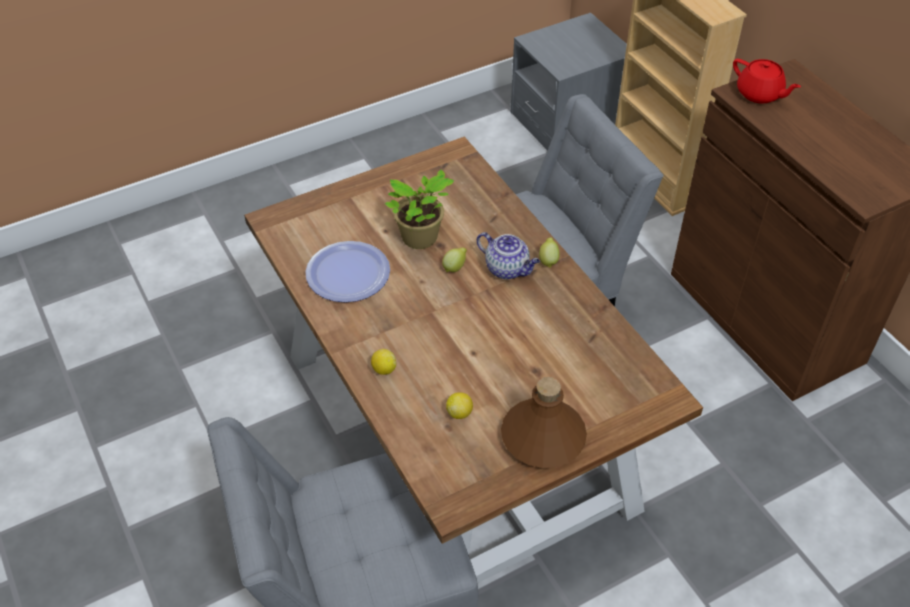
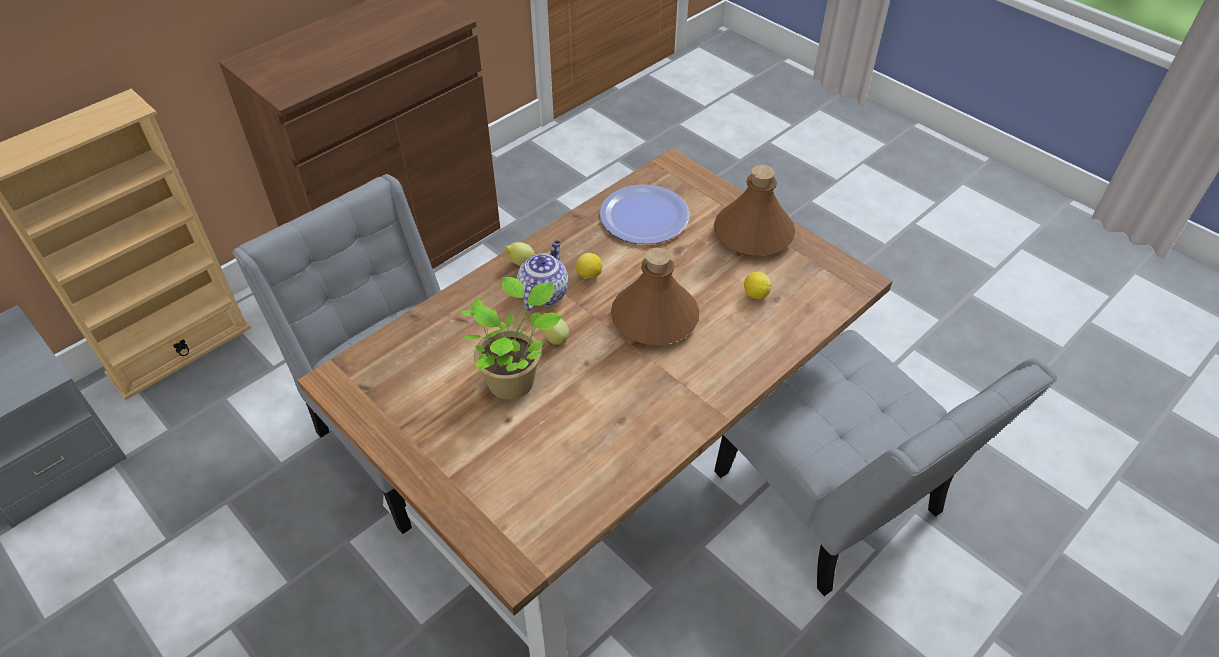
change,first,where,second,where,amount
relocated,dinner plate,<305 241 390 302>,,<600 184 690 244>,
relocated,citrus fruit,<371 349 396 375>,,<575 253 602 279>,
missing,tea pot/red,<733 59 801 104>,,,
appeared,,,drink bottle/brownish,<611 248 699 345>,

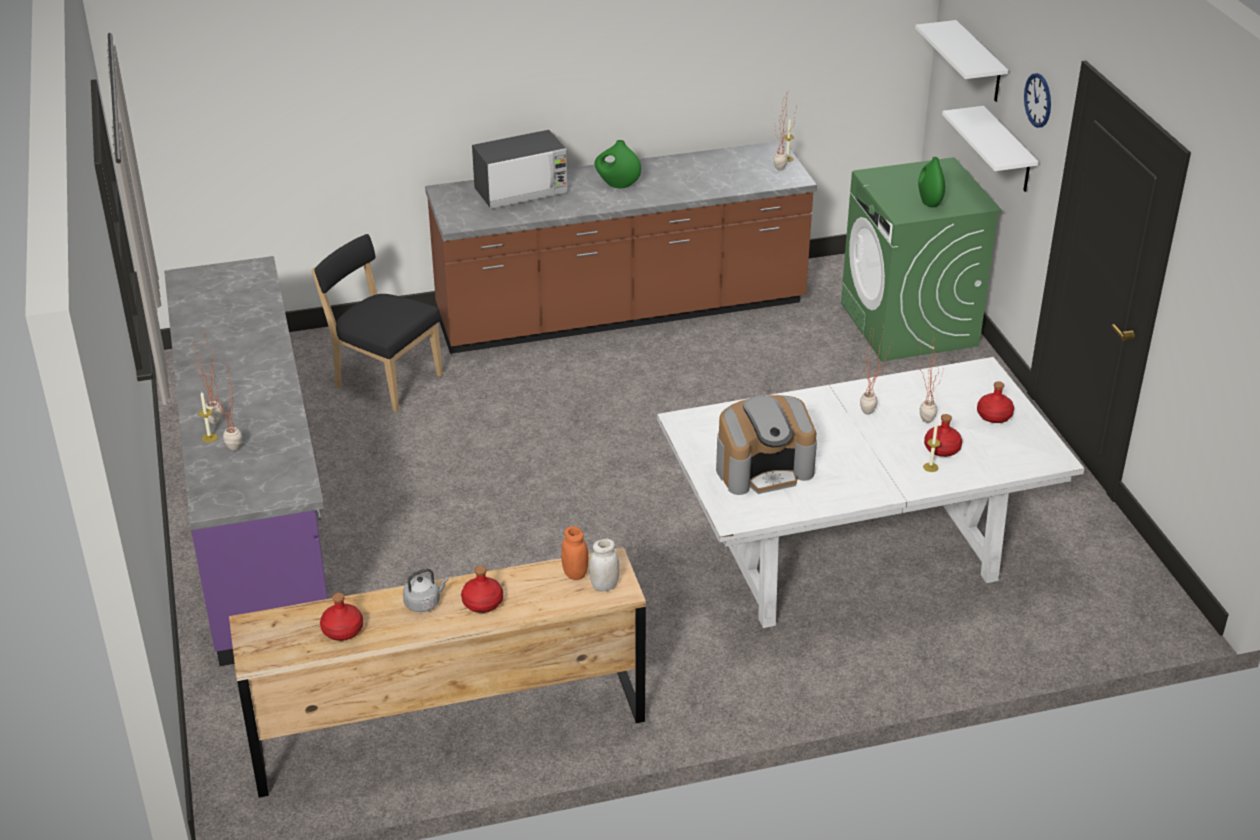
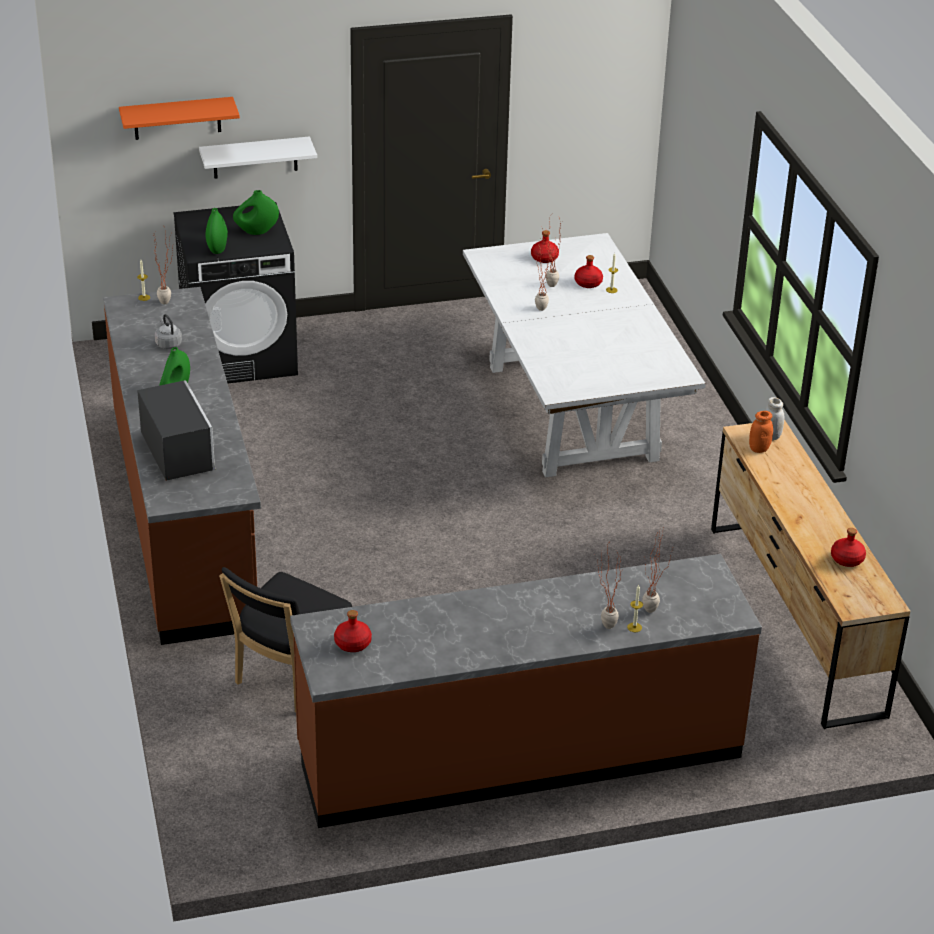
change,first,where,second,where,amount
colour,kitchen base unit/purple,<164 256 328 666>,kitchen base unit/brownish,<290 554 762 828>,
relocated,tea kettle/greyish,<403 569 448 612>,,<155 314 182 349>,
relocated,drink bottle/red,<461 566 503 613>,,<334 610 372 652>,
missing,coffee maker,<716 395 817 495>,,,
colour,laundry machine/greenish,<841 157 1002 361>,laundry machine/black,<173 202 298 383>,
colour,bracket shelf/whitish,<915 20 1008 102>,bracket shelf/orange,<119 97 240 140>,
missing,clock on the wall,<1024 73 1051 128>,,,
appeared,,,decorative vase/greenish,<206 208 228 254>,

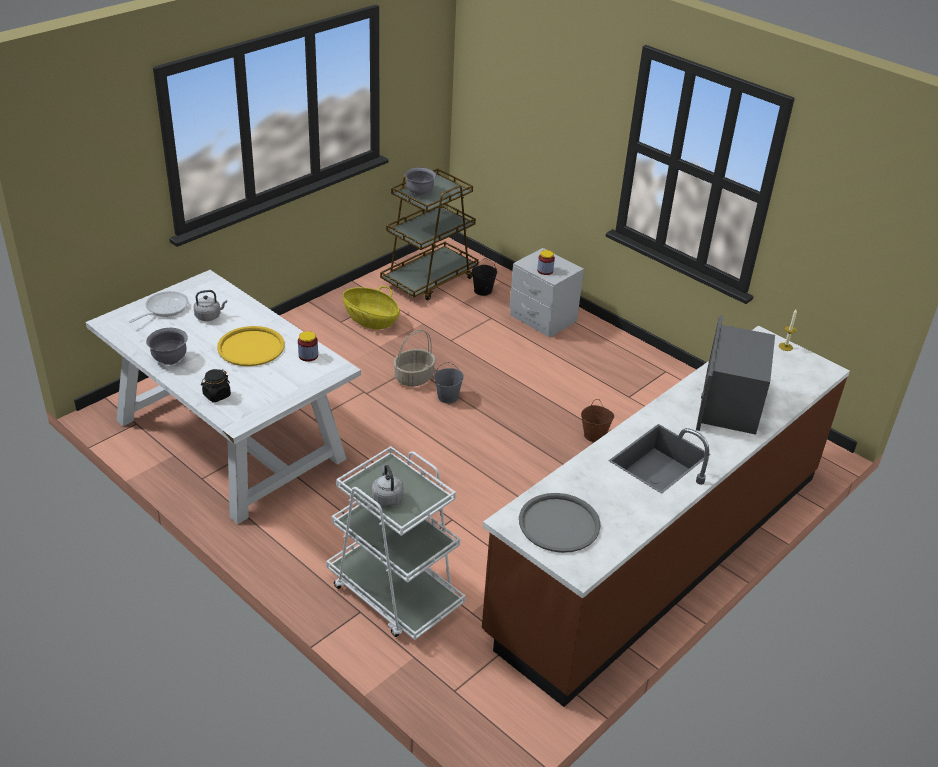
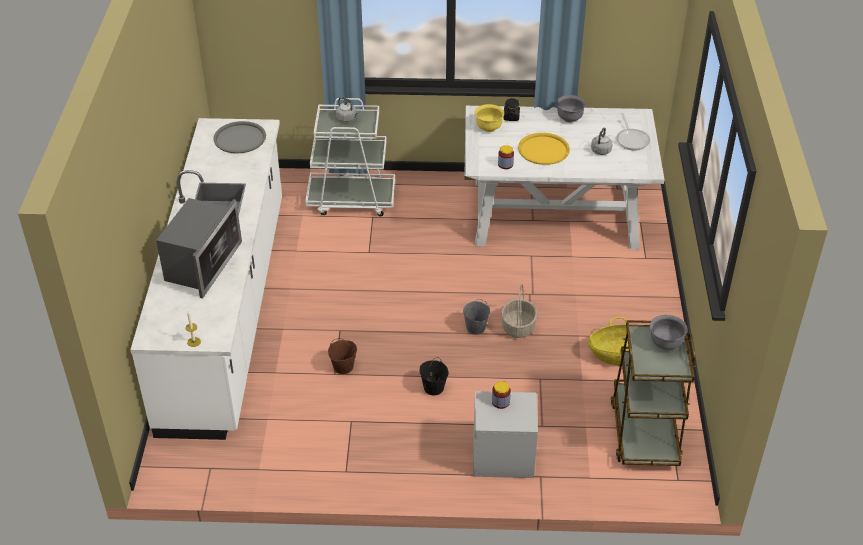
change,first,where,second,where,amount
relocated,pail/black,<472 258 497 296>,,<419 357 449 395>,
colour,kitchen base unit/brownish,<482 326 850 707>,kitchen base unit/whitish,<130 118 282 440>,
spun,microwave,<696 315 775 435>,,<156 198 242 299>,45 degrees clockwise
appeared,,,deep dish/yellow,<474 104 504 132>,

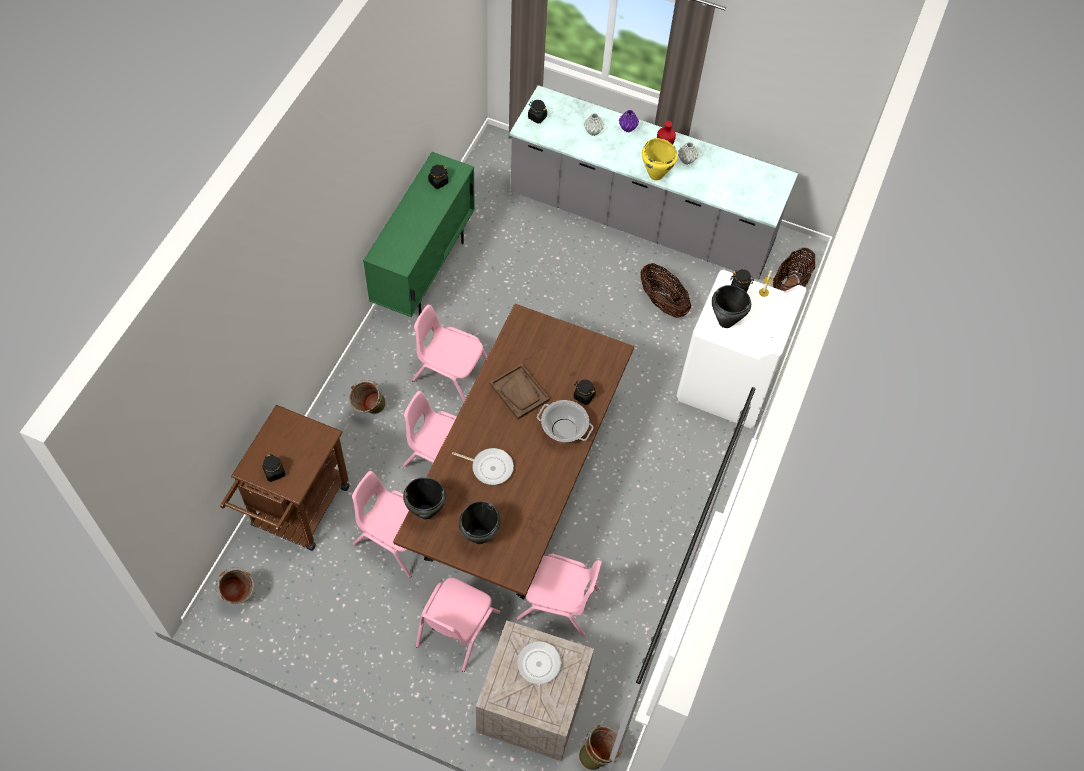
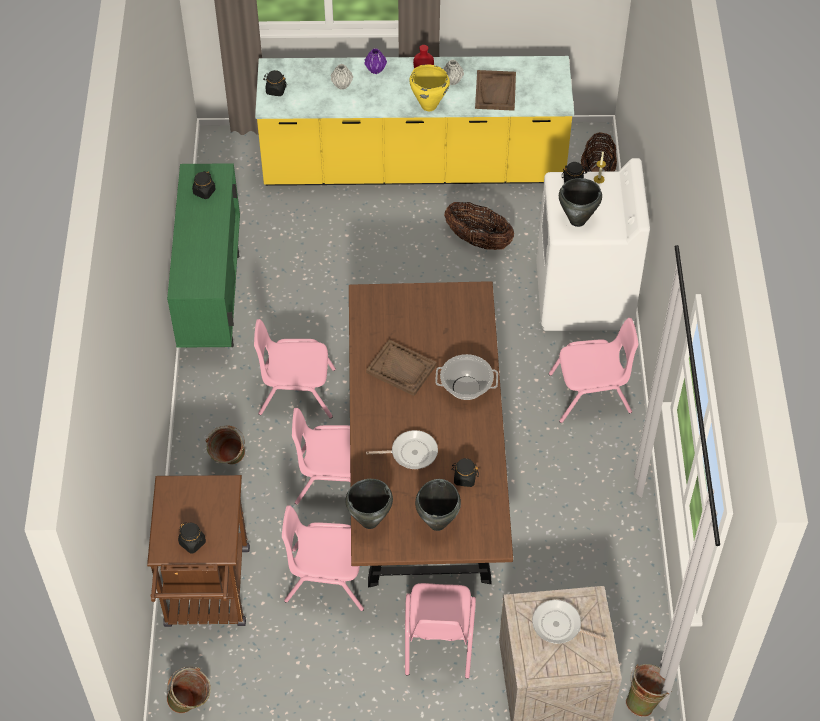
change,first,where,second,where,amount
colour,kitchen base unit/greyish,<509 85 798 280>,kitchen base unit/yellow,<255 56 574 186>,
relocated,chair/pinkish,<516 554 602 638>,,<549 318 638 423>,
spun,pan,<517 641 561 710>,,<532 600 606 644>,45 degrees counterclockwise
relocated,storage jar/black,<574 380 596 405>,,<451 458 479 487>,
appeared,,,tray/brownish,<475 70 516 111>,

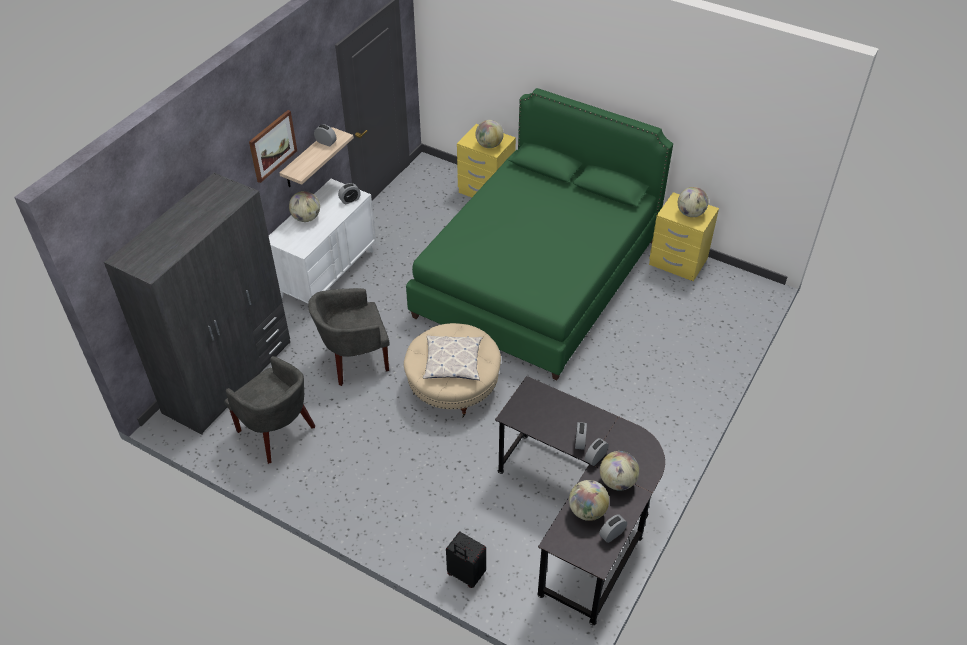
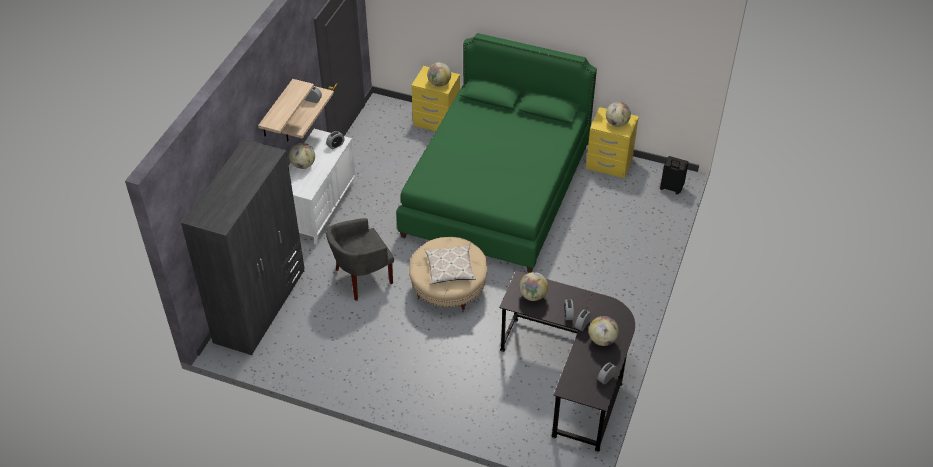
change,first,where,second,where,amount
missing,lounge chair/greyish,<224 356 315 464>,,,
exchanged,wall picture,<249 110 297 183>,bracket shelf,<258 79 314 137>,
relocated,travel case/black,<446 532 486 588>,,<660 156 689 194>,
relocated,desk globe,<569 480 609 521>,,<519 272 548 301>,

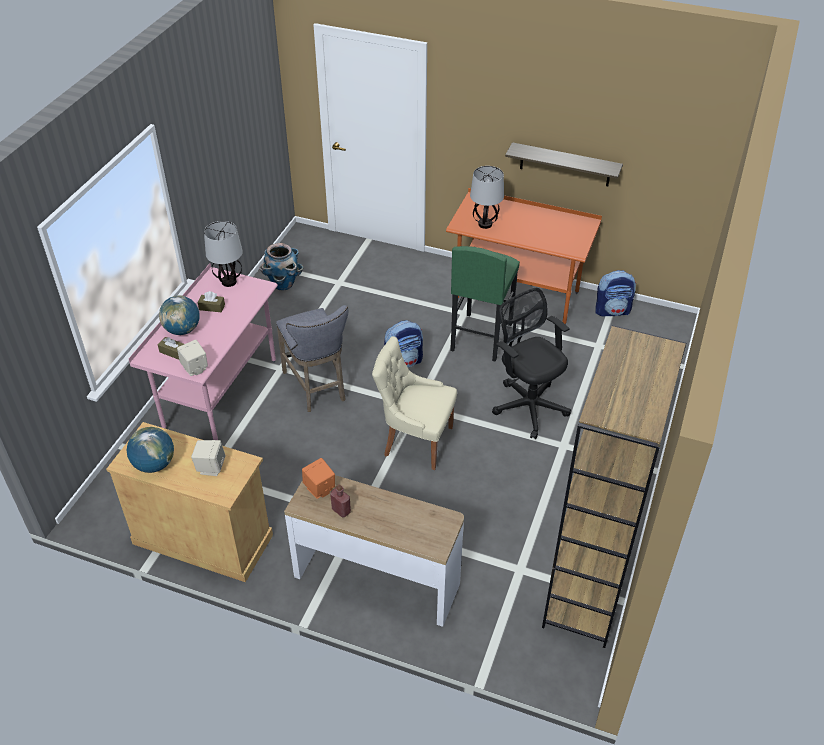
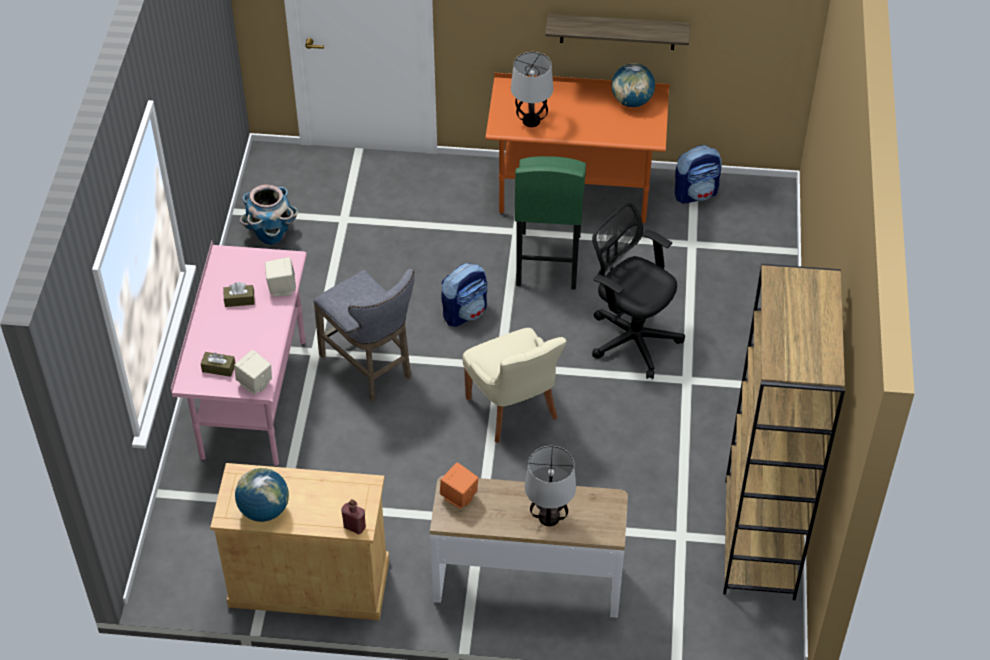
change,first,where,second,where,amount
relocated,desk globe,<159 296 200 335>,,<612 63 655 107>,
relocated,audio speaker/sand-coloured,<191 440 225 476>,,<265 257 296 297>,
relocated,tabletop lamp,<204 221 243 287>,,<525 446 576 526>,
relocated,drink bottle/red,<330 484 351 518>,,<341 499 366 535>,
spun,chair/sand-coloured,<372 336 457 470>,,<462 328 567 443>,120 degrees counterclockwise

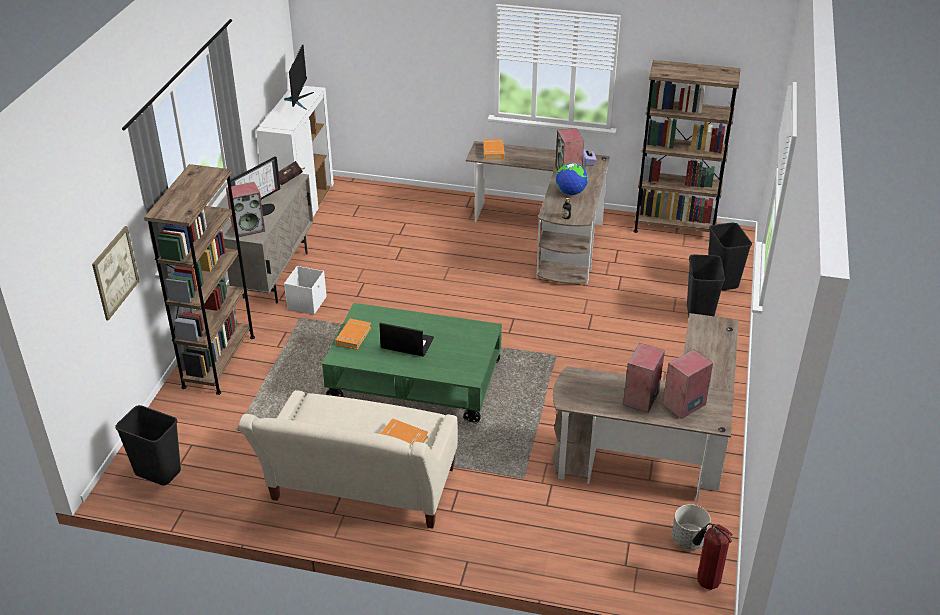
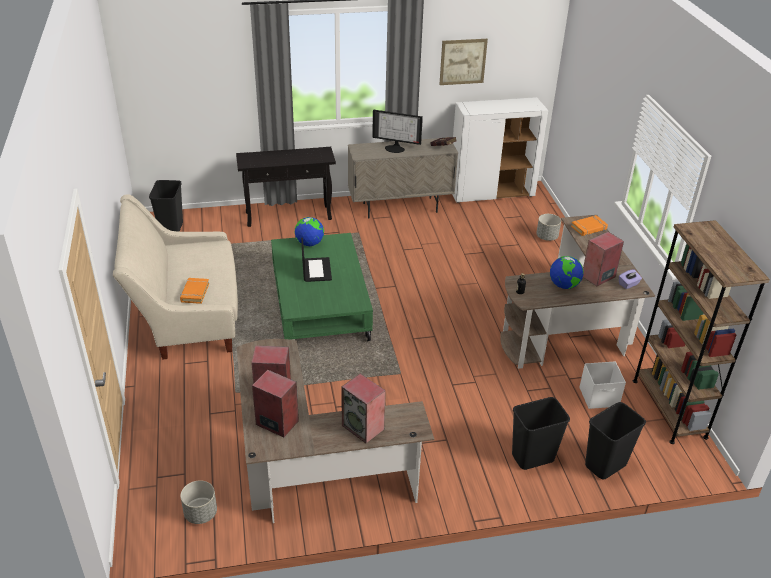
change,first,where,second,where,amount
relocated,wall picture,<92 226 139 321>,,<439 39 488 85>,
exchanged,bookcase/brownish,<144 164 255 395>,console table/black,<236 147 336 227>,
relocated,audio speaker,<226 182 265 237>,,<341 374 386 443>,
missing,computer display,<284 45 314 110>,,,
relocated,storage bin/whitish,<284 266 327 315>,,<579 361 626 409>,
exchanged,volume/orange,<335 319 371 350>,desk globe,<295 217 324 246>,
missing,fire extinguisher,<692 523 733 590>,,,
appeared,,,plant pot/greyish,<536 214 561 241>,

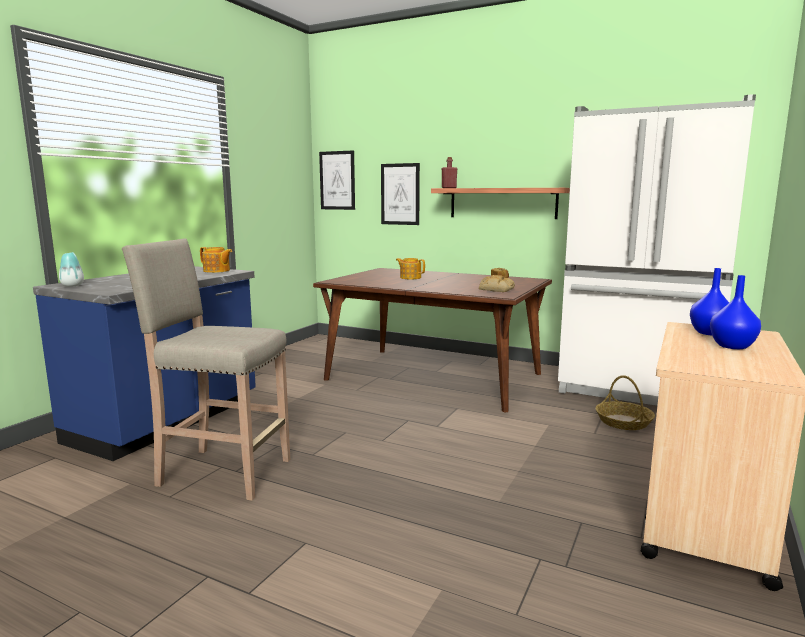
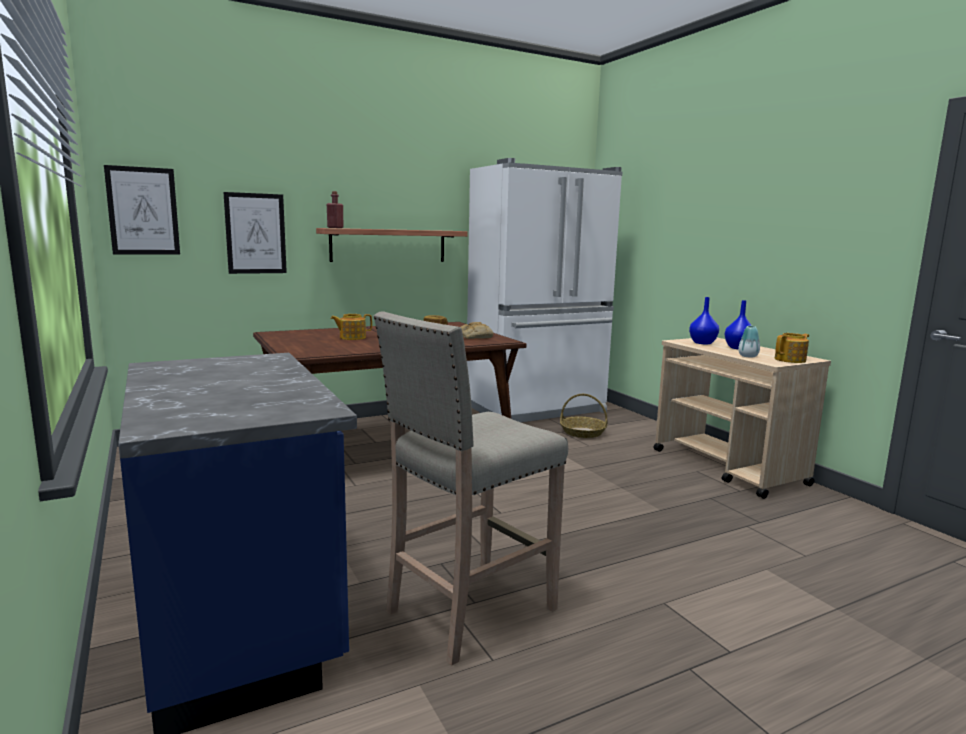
change,first,where,second,where,amount
relocated,decorative vase,<59 252 84 287>,,<738 326 760 358>,
relocated,tea pot,<200 247 232 273>,,<775 333 809 363>,

